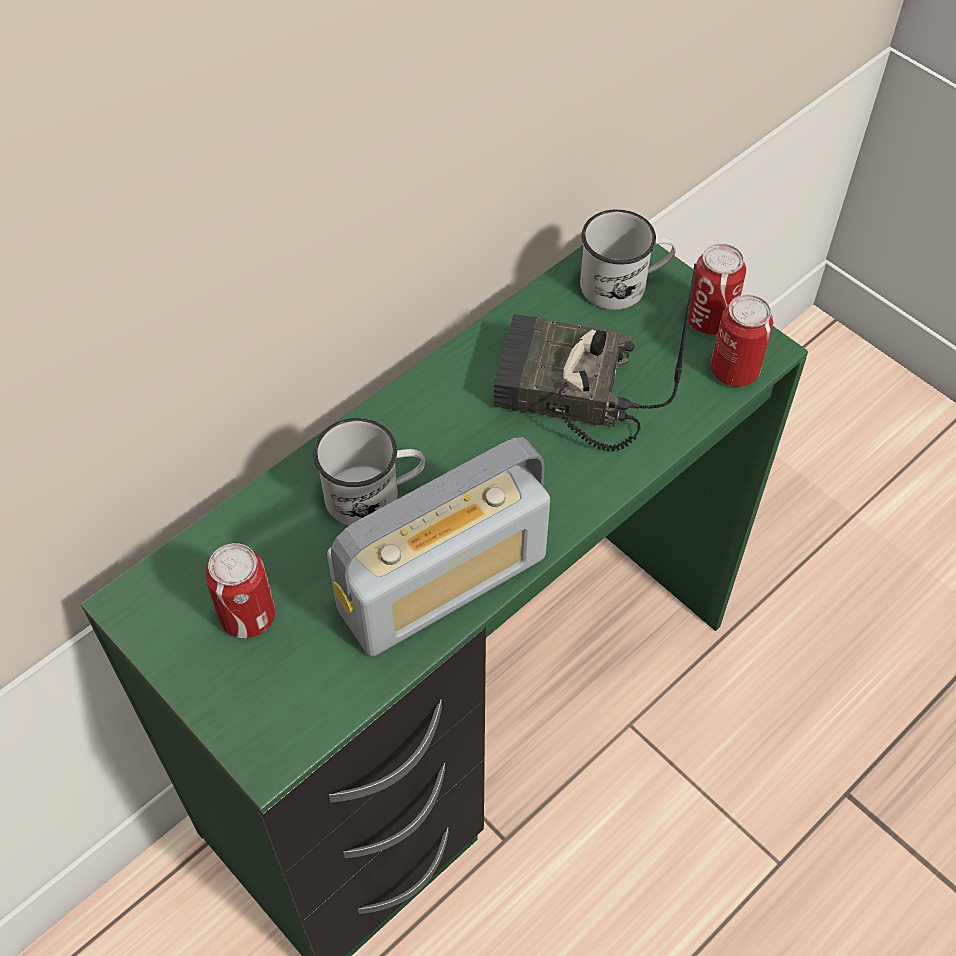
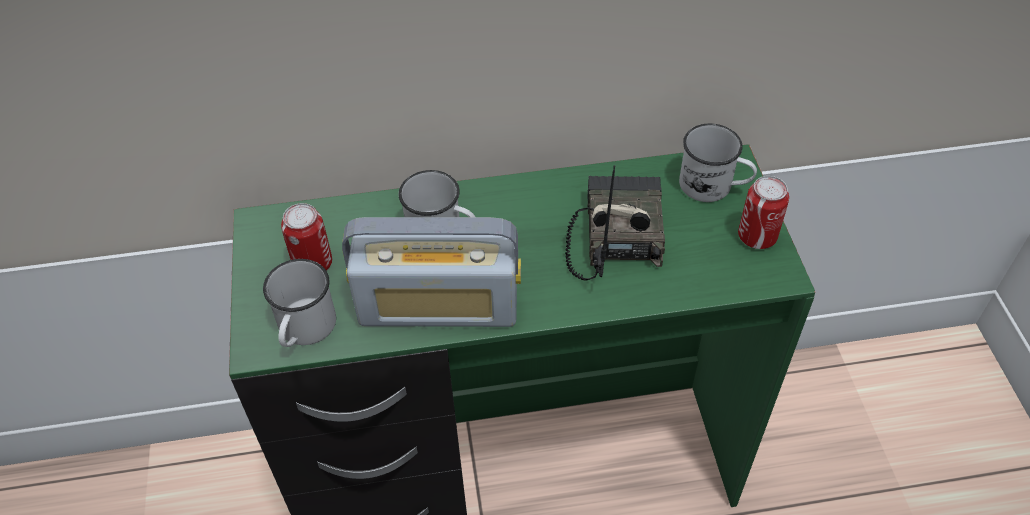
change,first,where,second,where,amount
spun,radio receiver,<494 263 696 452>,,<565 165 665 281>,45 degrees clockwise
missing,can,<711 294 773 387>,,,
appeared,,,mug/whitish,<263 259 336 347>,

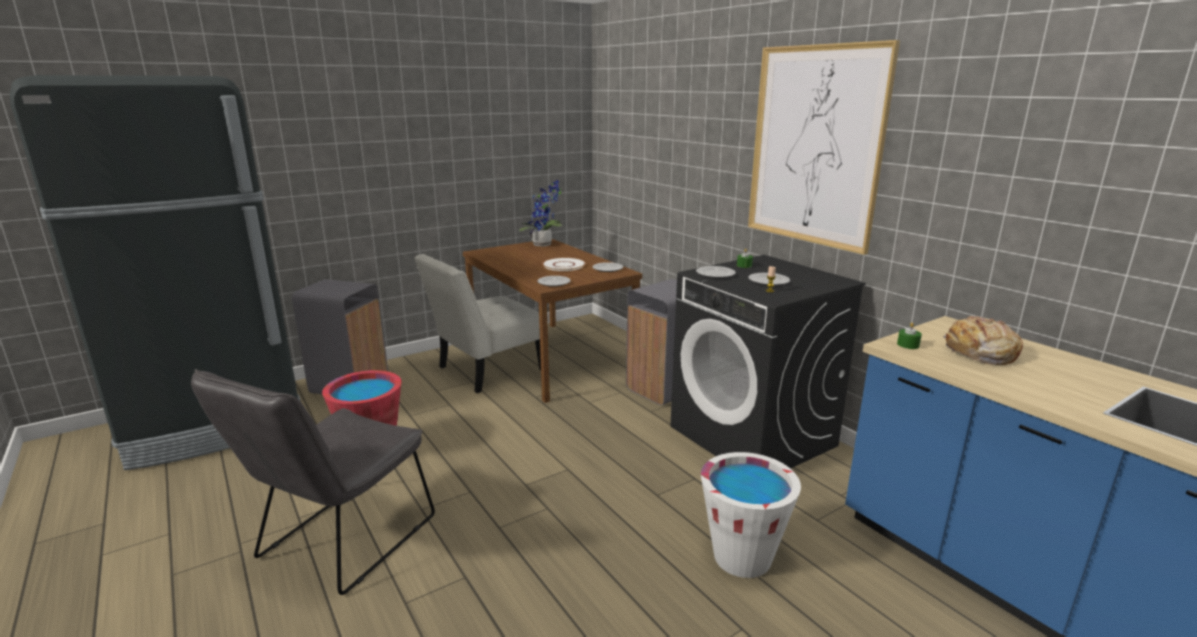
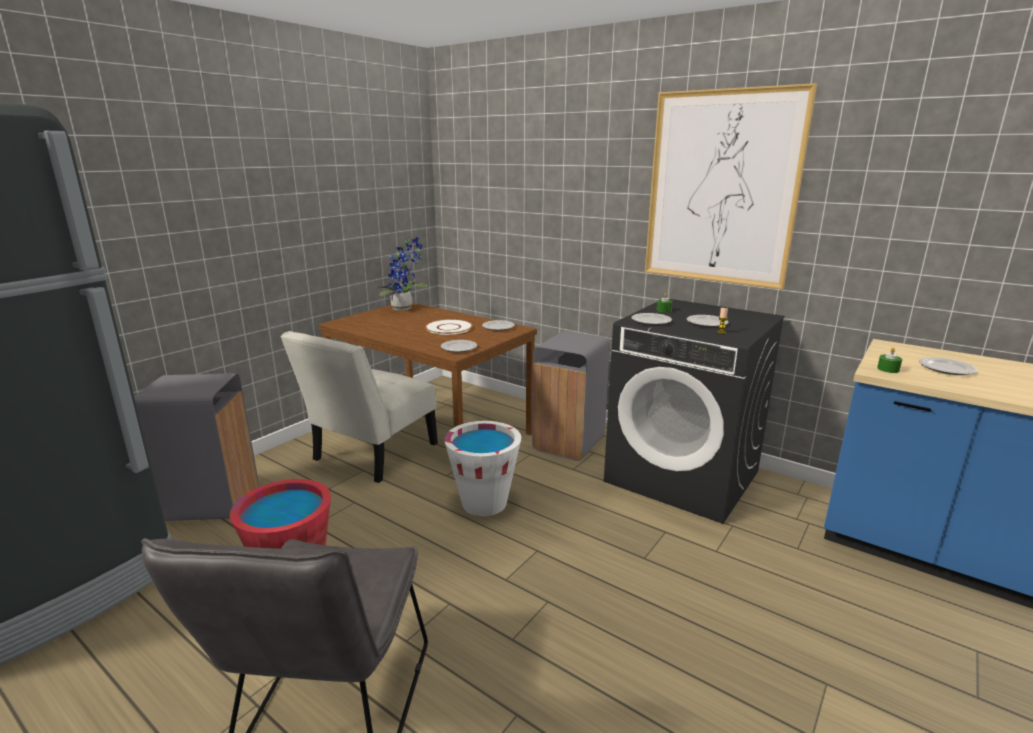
change,first,where,second,where,amount
relocated,pail/whitish,<701 452 801 578>,,<444 421 521 516>,
exchanged,bakery bread,<943 316 1023 365>,dinner plate,<919 357 977 375>,

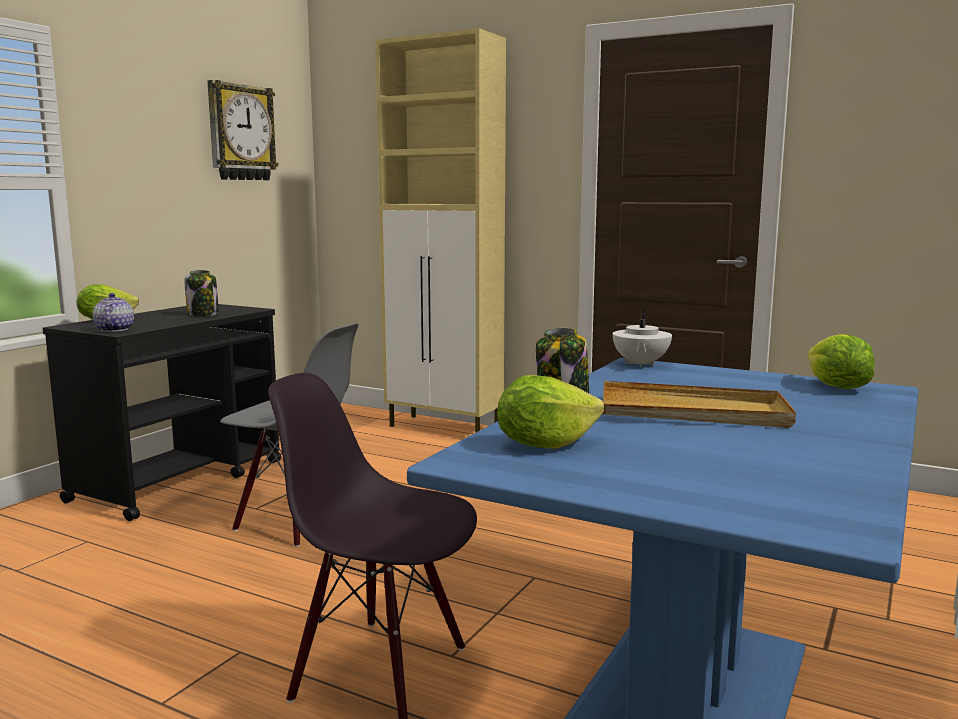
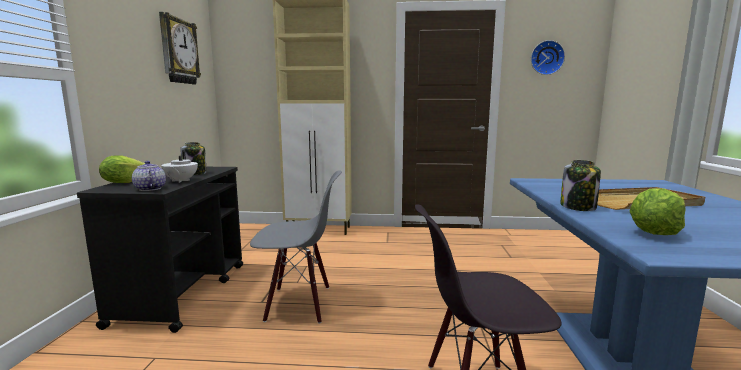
change,first,where,second,where,amount
relocated,tea pot/whitish,<612 309 672 367>,,<161 151 198 183>,
missing,lettuce head,<807 334 875 389>,,,
appeared,,,clock on the wall,<531 40 565 75>,

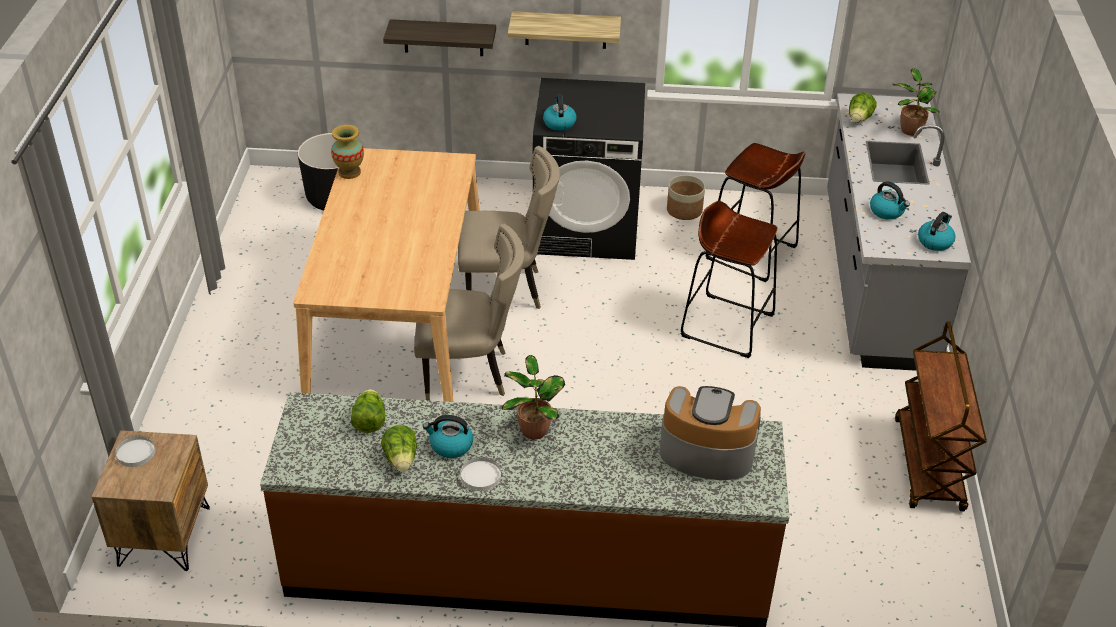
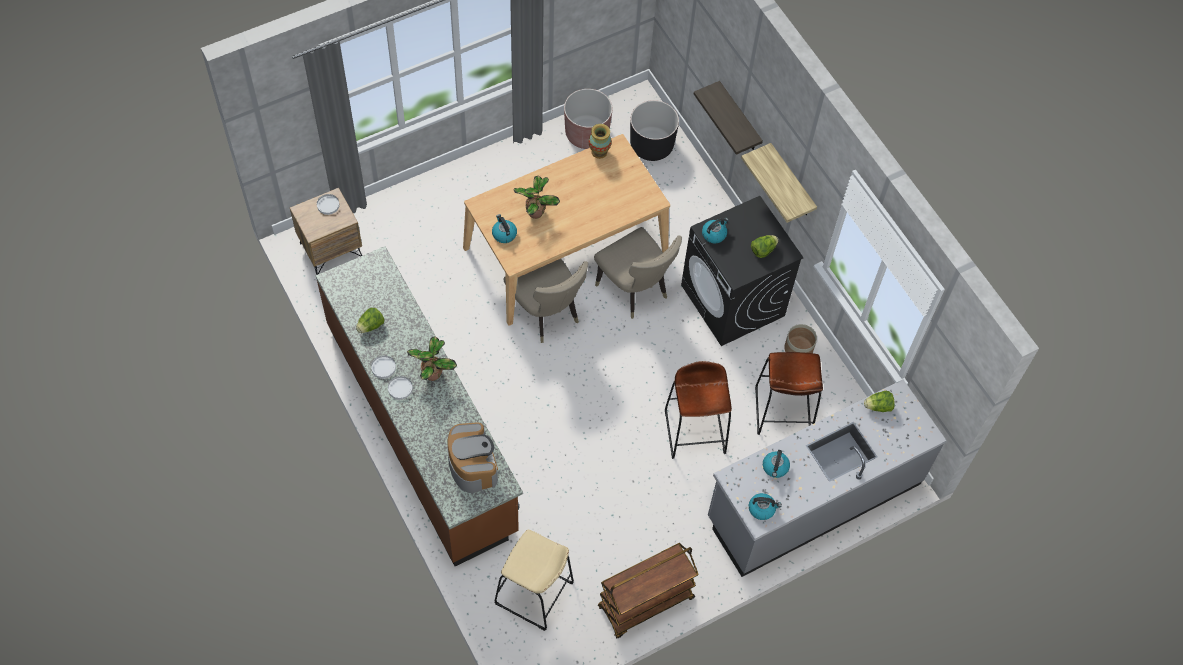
change,first,where,second,where,amount
relocated,lettuce head,<351 389 385 433>,,<751 235 779 258>,
relocated,tea kettle,<423 415 473 458>,,<492 214 517 243>,
relocated,plant in a pot,<892 68 940 136>,,<513 176 560 219>,
appeared,,,dinner plate/whitish,<388 376 413 400>,
appeared,,,sitting stool/sand-coloured,<494 530 574 631>,
appeared,,,plant pot/brownish,<564 89 613 149>,

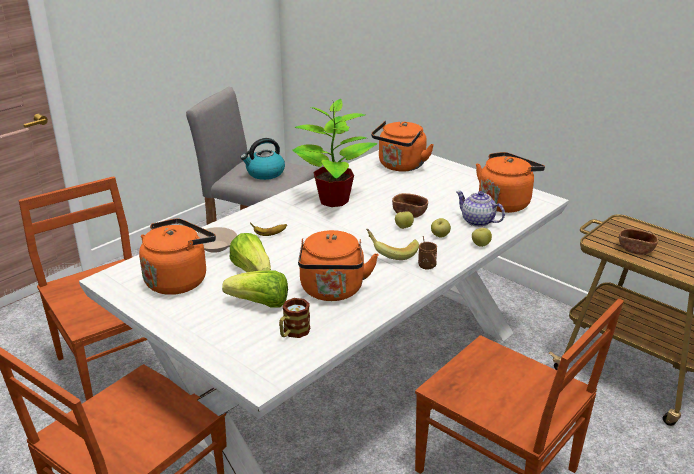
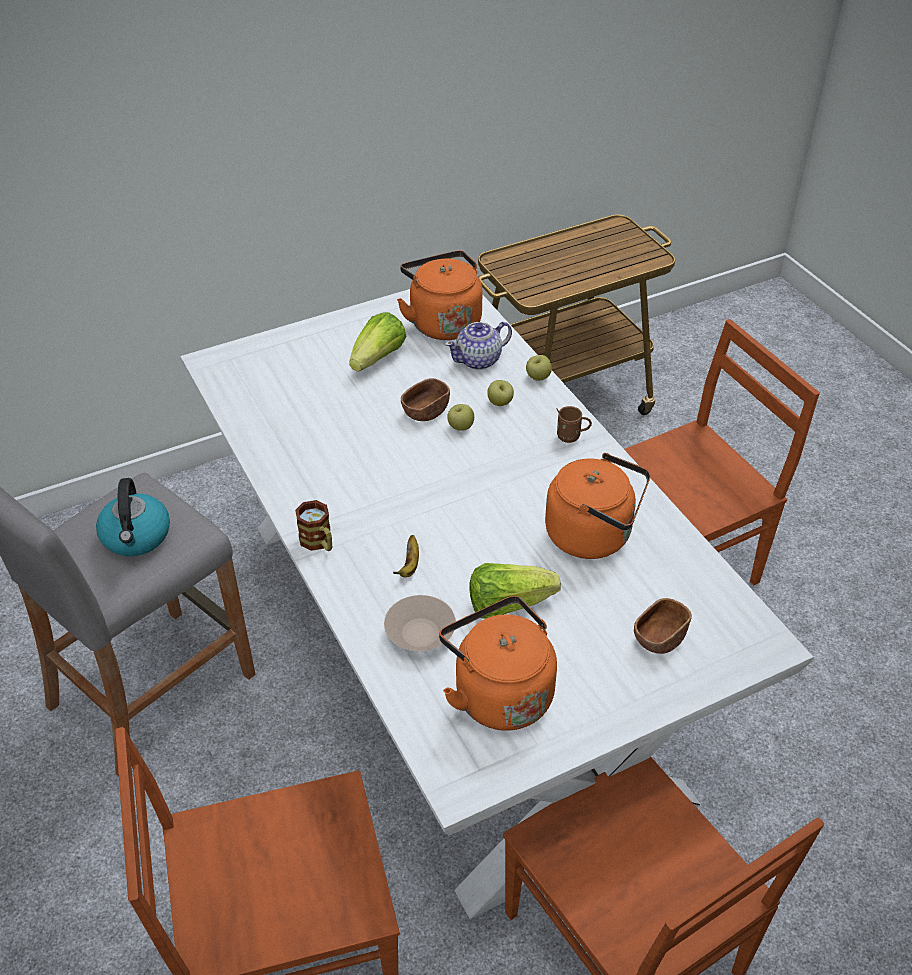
change,first,where,second,where,amount
relocated,lettuce head,<222 271 288 307>,,<349 312 406 372>,
relocated,mug,<279 298 310 338>,,<295 500 332 551>,
missing,plant in a pot,<292 99 377 207>,,,
missing,banana fruit,<366 229 419 260>,,,
missing,tea kettle/orange,<371 121 434 172>,,,
relocated,deep dish/brownish,<619 228 658 255>,,<634 598 692 654>,

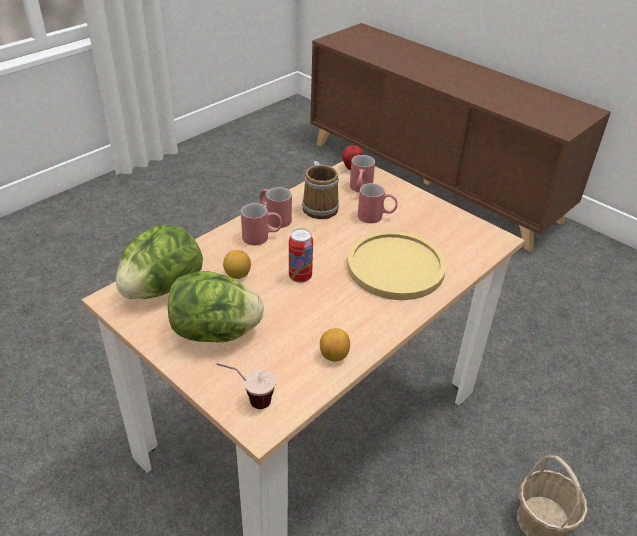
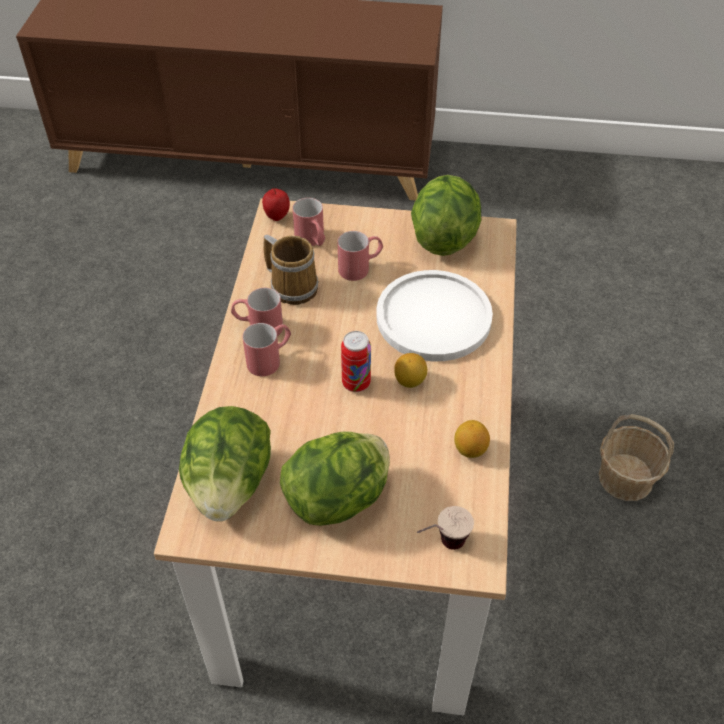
change,first,where,second,where,amount
relocated,citrus fruit,<223 250 251 279>,,<394 353 427 388>,
colour,dinner plate/yellow,<347 231 446 300>,dinner plate/whitish,<377 270 493 361>,
appeared,,,lettuce head,<411 175 481 256>,

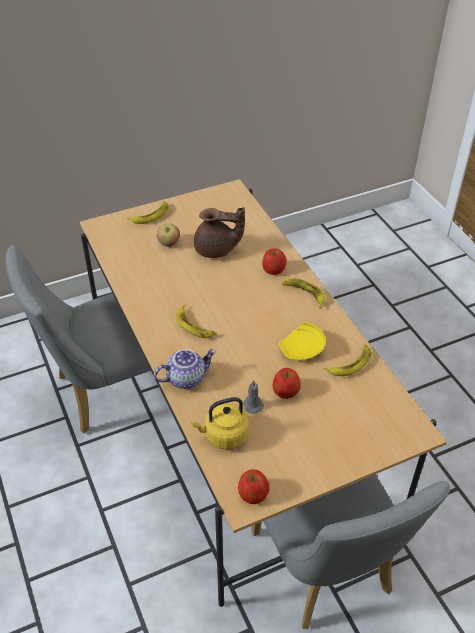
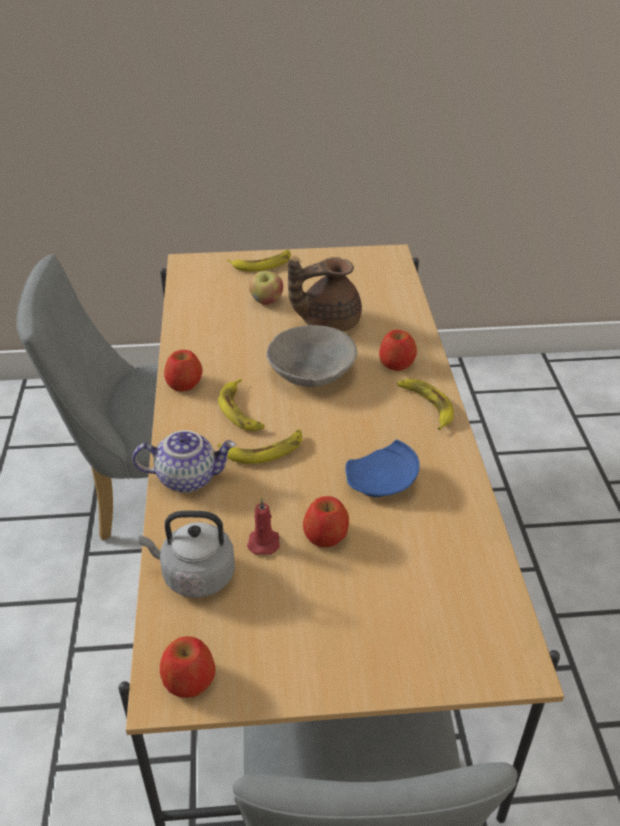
change,first,where,second,where,amount
colour,tea kettle/yellow,<191 397 249 450>,tea kettle/greyish,<139 511 235 598>,
spun,tea pot/brownish,<194 207 245 258>,,<288 257 362 332>,135 degrees clockwise
colour,candle/greyish,<243 380 264 414>,candle/red,<247 498 280 555>,
colour,dinner plate/yellow,<279 322 326 361>,dinner plate/bluish,<345 440 419 497>,
relocated,banana fruit,<324 344 372 376>,,<217 429 302 464>,
appeared,,,apple fruit,<164 350 202 392>,
appeared,,,deep dish/greyish,<266 325 357 387>,

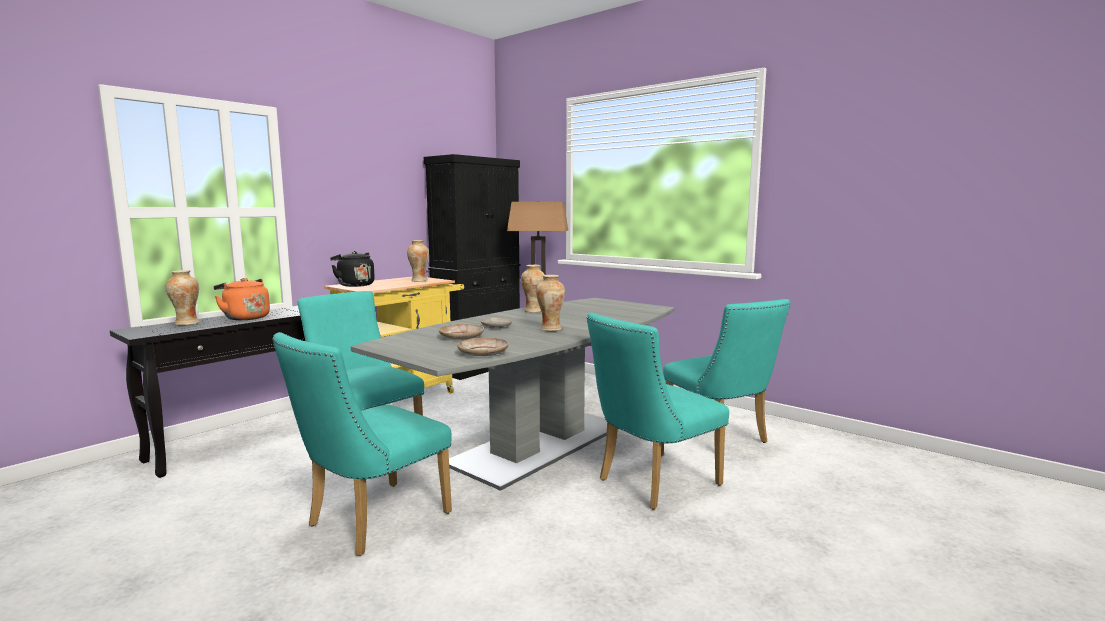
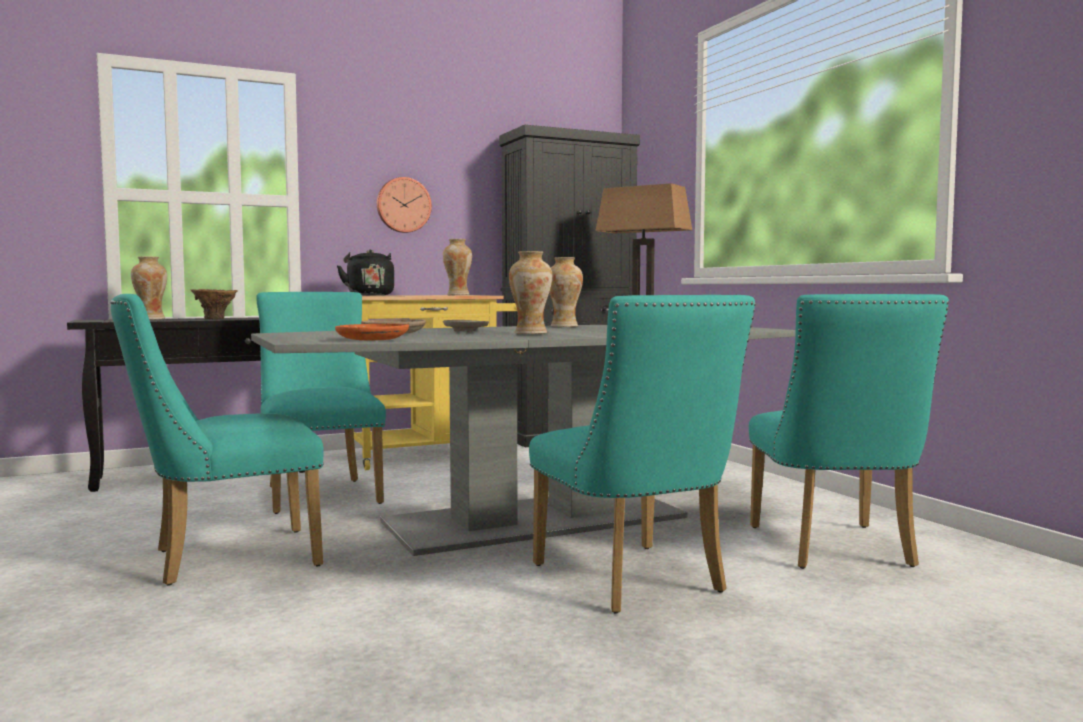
change,first,where,second,where,amount
exchanged,tea kettle/orange,<214 278 270 320>,decorative vase/brownish,<191 289 238 319>,
colour,dinner plate/sand-coloured,<457 338 509 356>,dinner plate/orange,<335 324 409 340>,
spun,chair/blue-green,<586 313 729 510>,,<529 295 756 614>,105 degrees counterclockwise
appeared,,,clock on the wall,<377 177 432 233>,

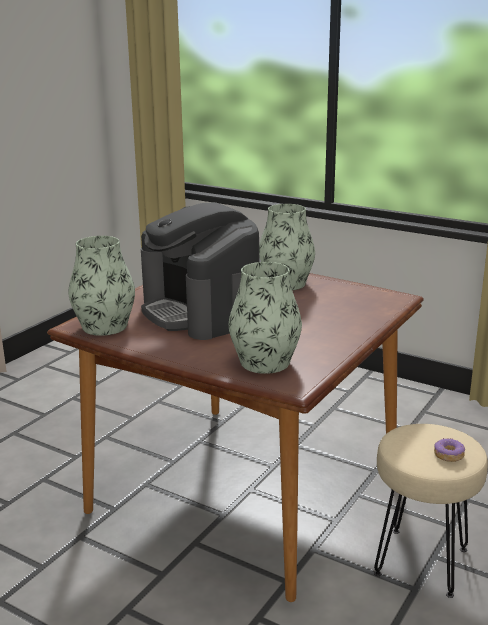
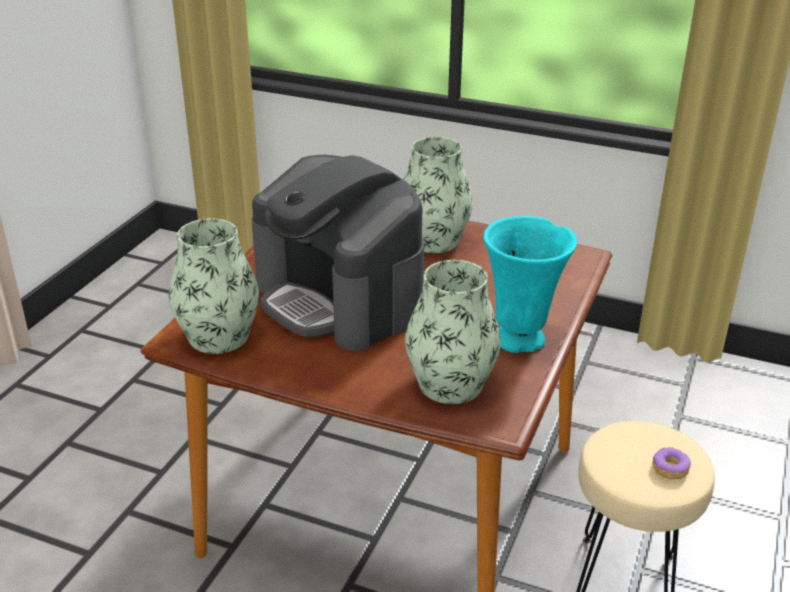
change,first,where,second,where,amount
appeared,,,decorative vase/blue-green,<483 216 577 353>,

